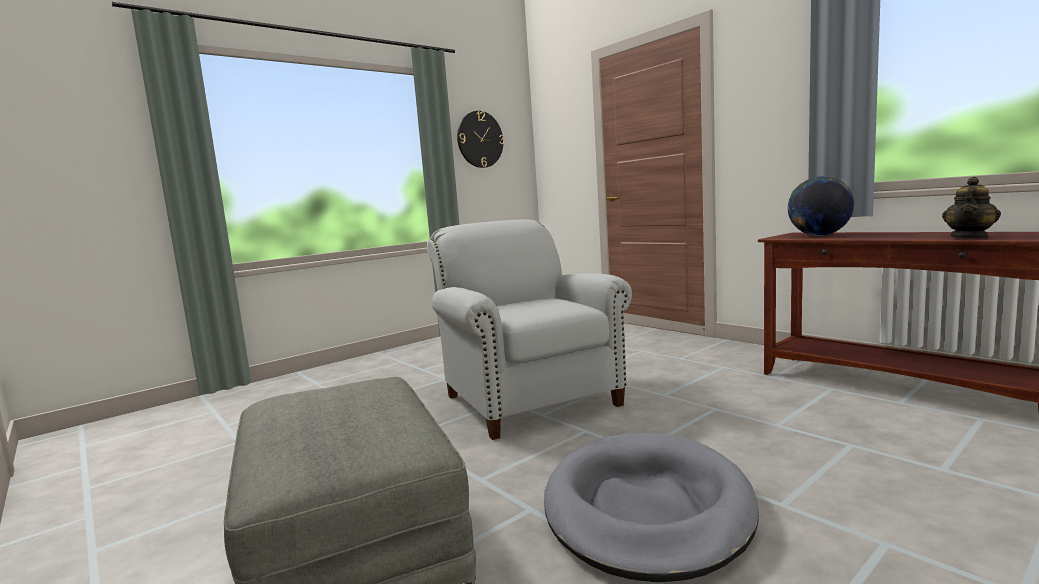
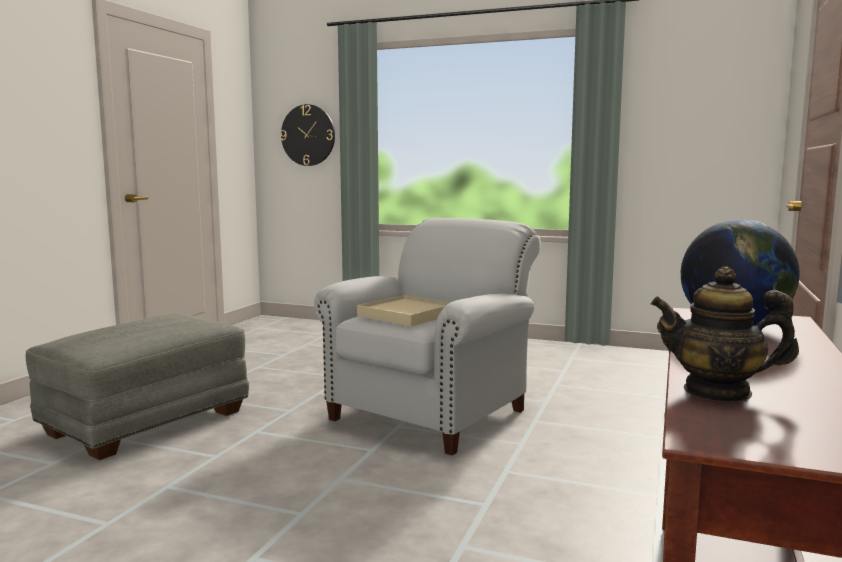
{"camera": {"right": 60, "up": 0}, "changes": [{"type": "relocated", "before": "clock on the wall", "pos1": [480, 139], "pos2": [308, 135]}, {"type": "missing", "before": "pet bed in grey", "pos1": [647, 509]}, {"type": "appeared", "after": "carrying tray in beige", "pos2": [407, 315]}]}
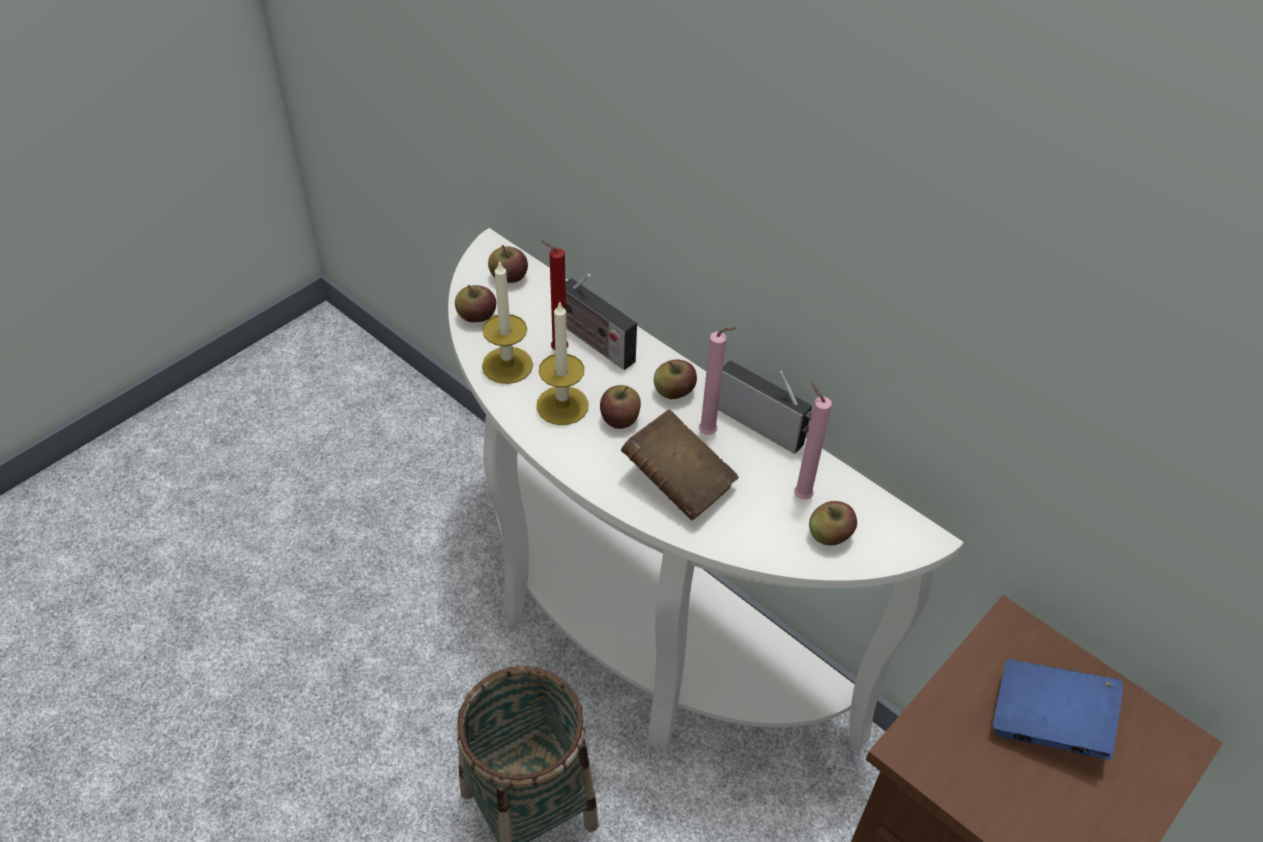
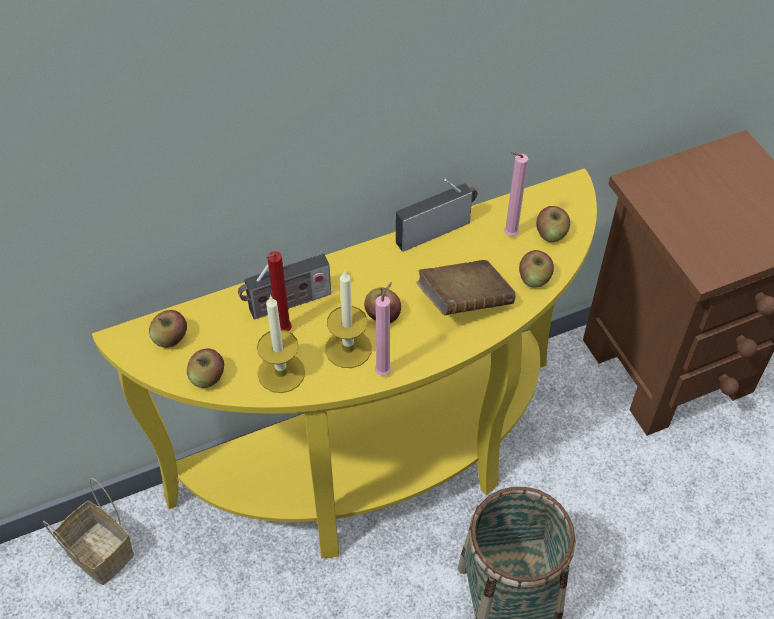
{"camera": {"right": -65, "up": 5}, "changes": [{"type": "colour", "before": "narrow table in white", "after": "narrow table in yellowish", "pos1": [631, 629], "pos2": [382, 468]}, {"type": "relocated", "before": "wax candle in pinkish", "pos1": [710, 434], "pos2": [385, 371]}, {"type": "relocated", "before": "apple fruit", "pos1": [674, 392], "pos2": [534, 278]}, {"type": "missing", "before": "bound book in bluish", "pos1": [1048, 722]}, {"type": "appeared", "after": "basket", "pos2": [97, 553]}]}
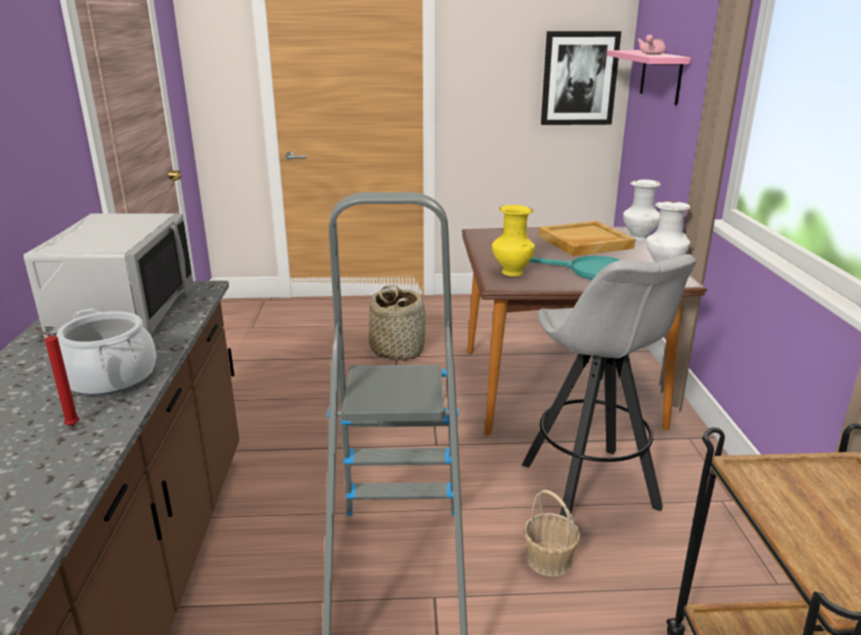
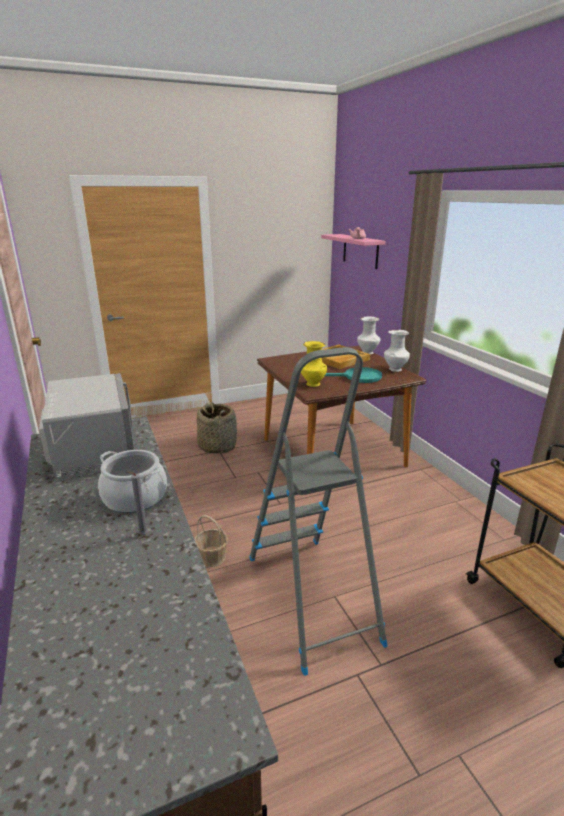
{"camera": {"right": -20, "up": 0}, "changes": [{"type": "missing", "before": "wall picture", "pos1": [579, 78]}, {"type": "missing", "before": "stool in grey", "pos1": [590, 488]}, {"type": "colour", "before": "wax candle in reddish", "after": "wax candle in grey", "pos1": [70, 426], "pos2": [142, 535]}, {"type": "relocated", "before": "basket", "pos1": [549, 560], "pos2": [212, 557]}]}
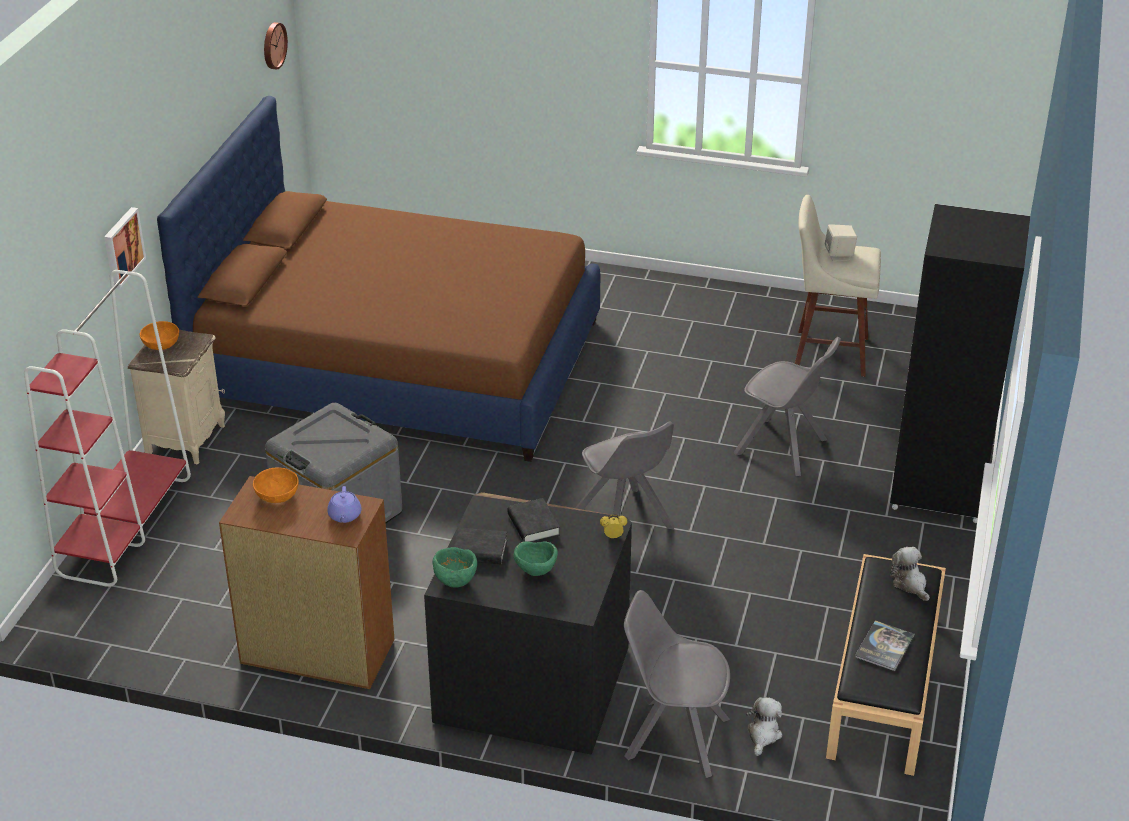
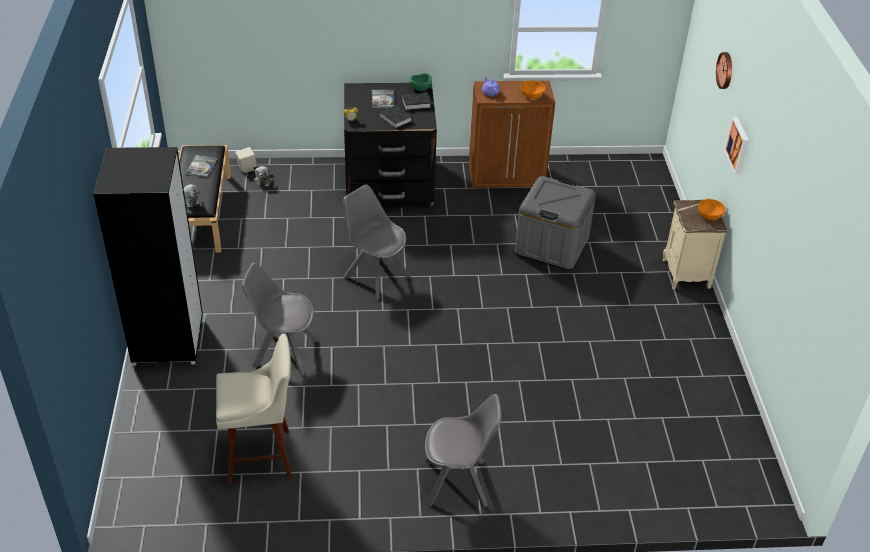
{"camera": {"right": 160, "up": 5}, "changes": [{"type": "relocated", "before": "clock on the wall", "pos1": [273, 45], "pos2": [726, 70]}, {"type": "missing", "before": "bed in brown", "pos1": [397, 361]}, {"type": "relocated", "before": "audio speaker in beige", "pos1": [839, 256], "pos2": [246, 168]}, {"type": "missing", "before": "garment stand in reddish", "pos1": [126, 528]}, {"type": "exchanged", "before": "serving bowl in greenish", "after": "bound book", "pos1": [535, 571], "pos2": [383, 99]}, {"type": "relocated", "before": "chair in grey", "pos1": [674, 737], "pos2": [458, 483]}]}
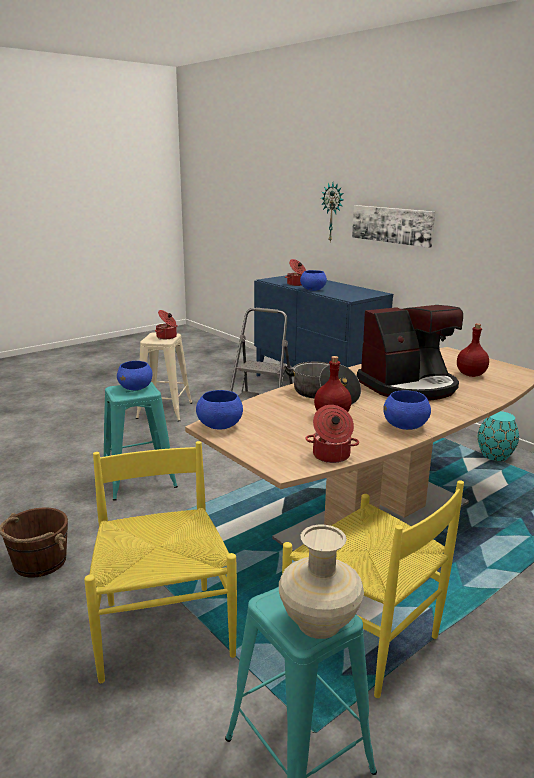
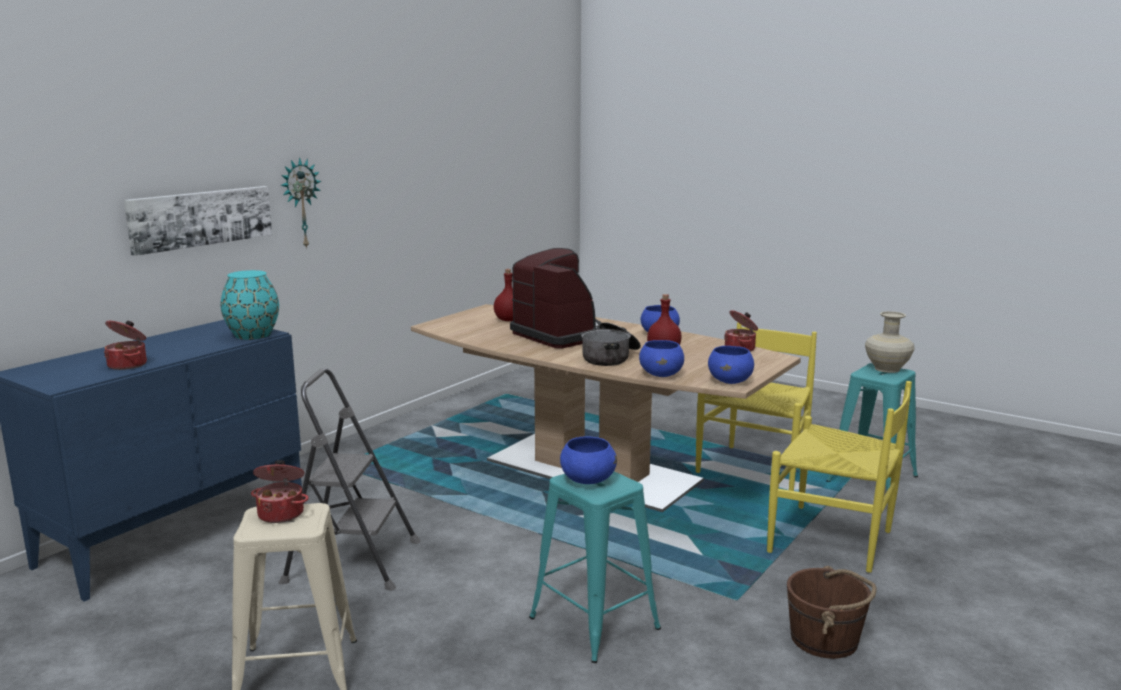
{"camera": {"right": -105, "up": -5}, "changes": [{"type": "relocated", "before": "clock on the wall", "pos1": [333, 212], "pos2": [300, 203]}, {"type": "relocated", "before": "serving bowl in bluish", "pos1": [313, 290], "pos2": [661, 375]}, {"type": "relocated", "before": "vase in blue-green", "pos1": [494, 455], "pos2": [252, 335]}, {"type": "spun", "before": "chair in yellowish", "pos1": [163, 629], "pos2": [832, 540], "turn": -120}]}
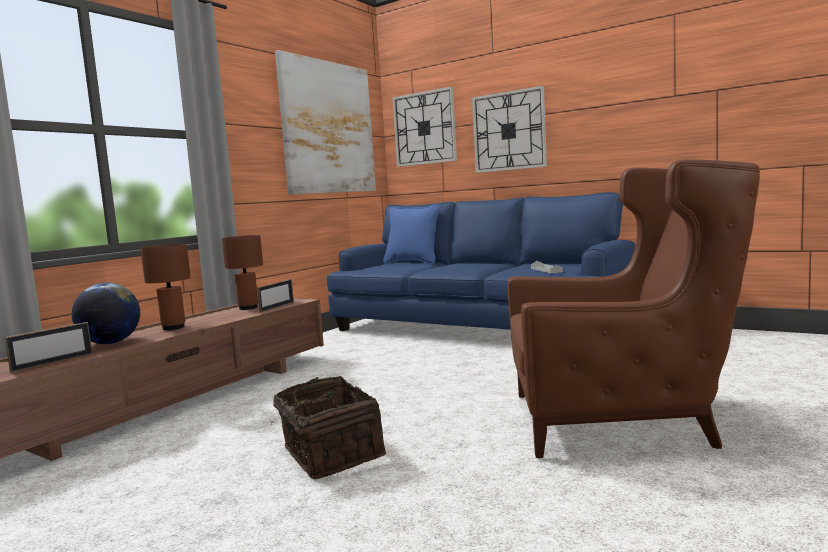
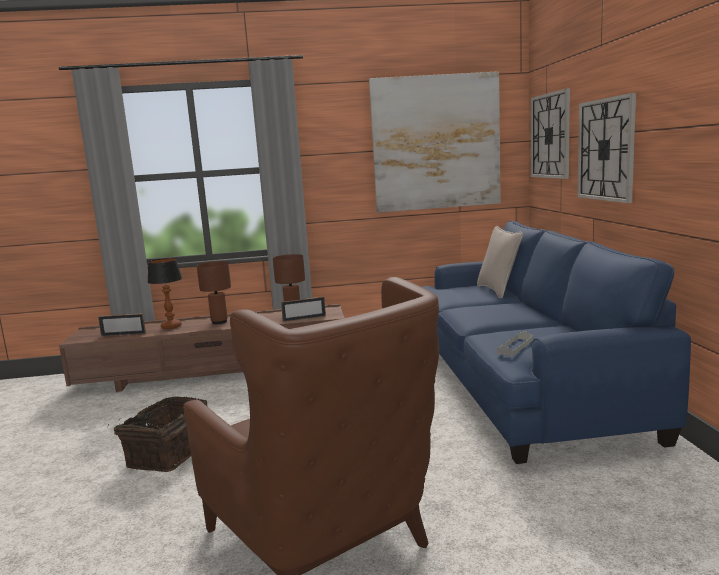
{"camera": {"right": 50, "up": 5}, "changes": [{"type": "colour", "before": "pillow in bluish", "after": "pillow in beige", "pos1": [413, 263], "pos2": [498, 291]}, {"type": "exchanged", "before": "world globe", "after": "table lamp", "pos1": [110, 343], "pos2": [171, 326]}]}
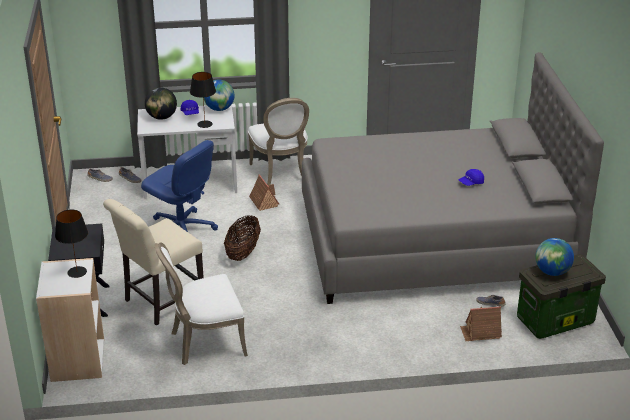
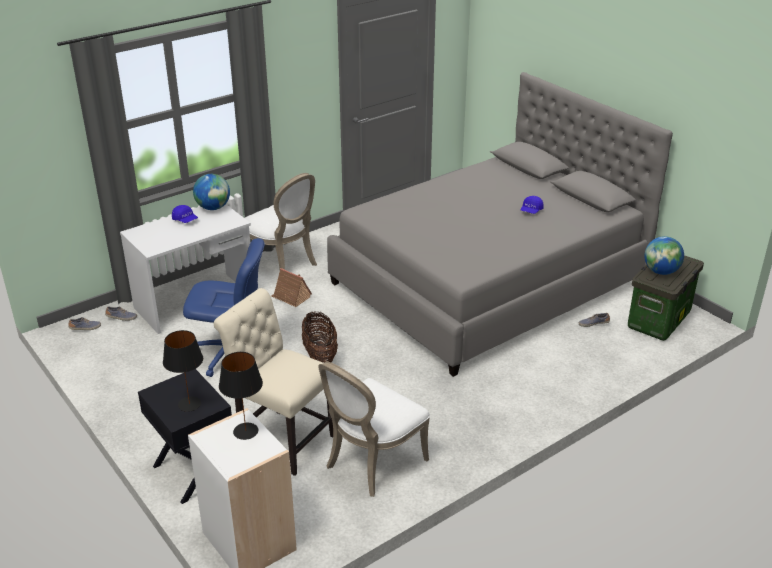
{"camera": {"right": -30, "up": 0}, "changes": [{"type": "relocated", "before": "table lamp in black", "pos1": [205, 124], "pos2": [189, 404]}, {"type": "missing", "before": "world globe", "pos1": [162, 117]}, {"type": "spun", "before": "chair in beige", "pos1": [160, 302], "pos2": [282, 439], "turn": 105}, {"type": "missing", "before": "toy house", "pos1": [480, 332]}]}
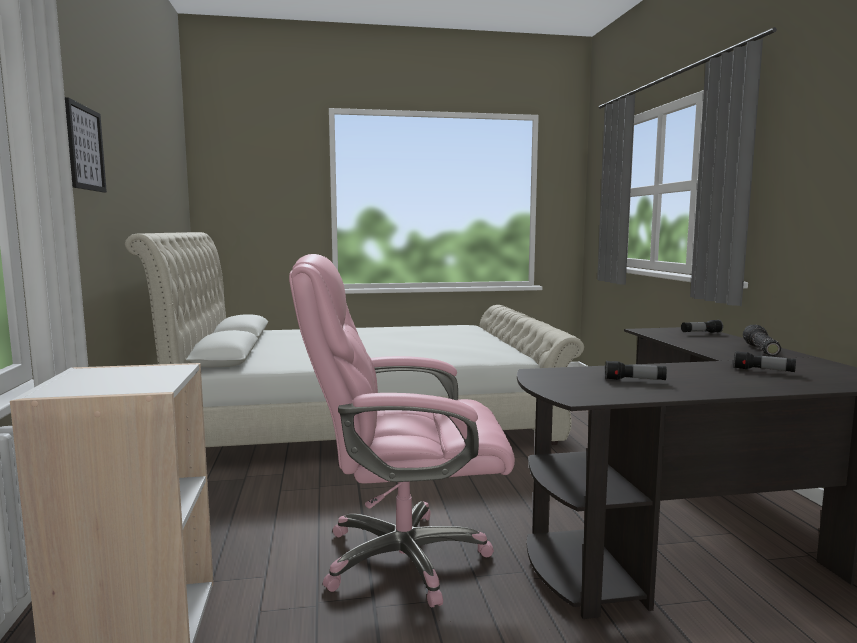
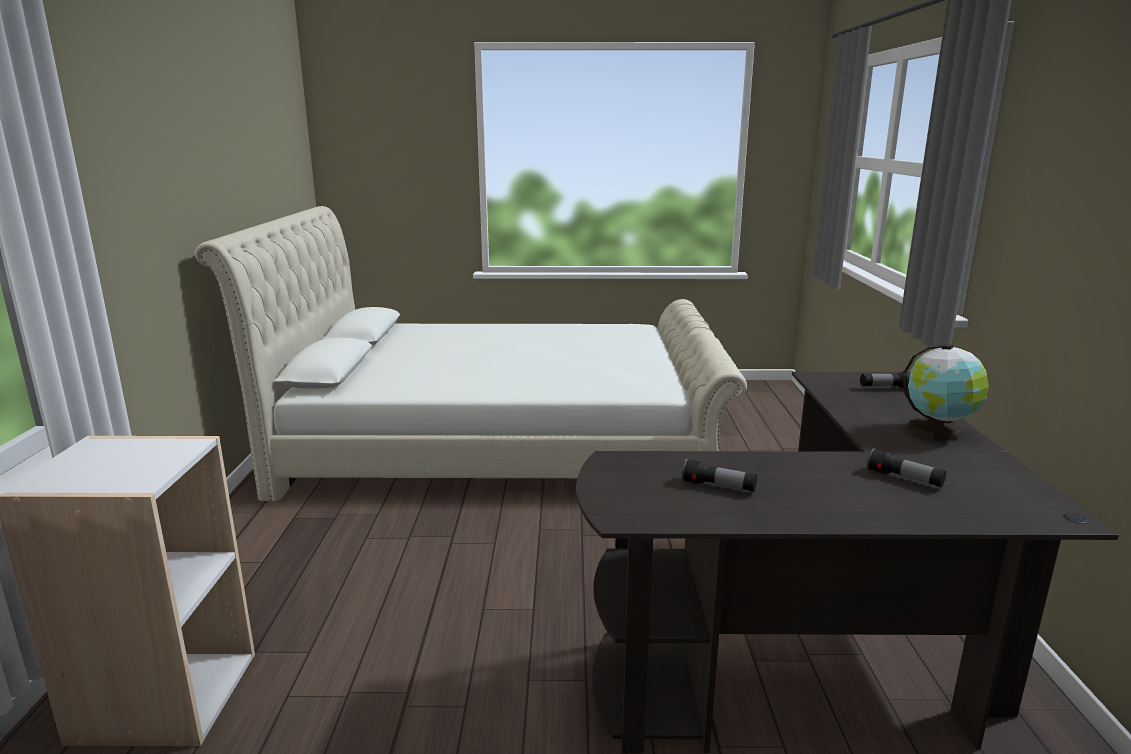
{"camera": {"right": 10, "up": 10}, "changes": [{"type": "missing", "before": "wall picture", "pos1": [85, 148]}, {"type": "missing", "before": "desk chair in pinkish", "pos1": [408, 557]}, {"type": "exchanged", "before": "torch", "after": "world globe", "pos1": [760, 350], "pos2": [938, 431]}]}
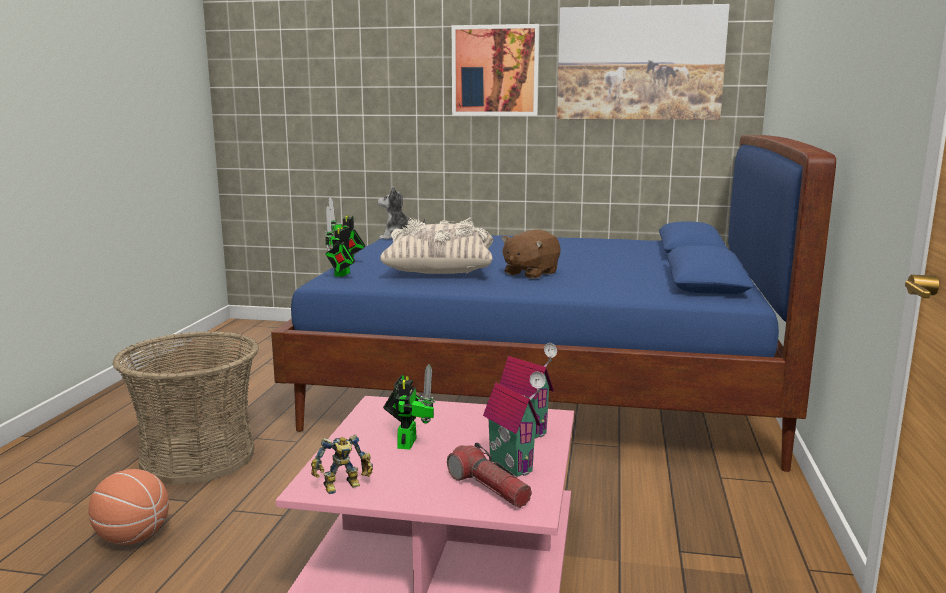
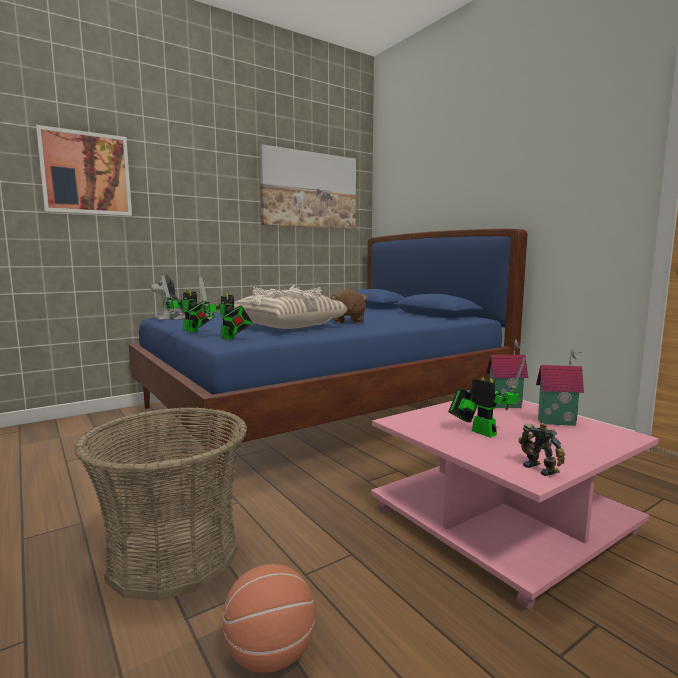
{"camera": {"right": -45, "up": -5}, "changes": [{"type": "relocated", "before": "wall picture", "pos1": [495, 71], "pos2": [86, 173]}, {"type": "spun", "before": "model robot", "pos1": [344, 487], "pos2": [541, 468], "turn": -45}, {"type": "missing", "before": "torch", "pos1": [489, 488]}]}
